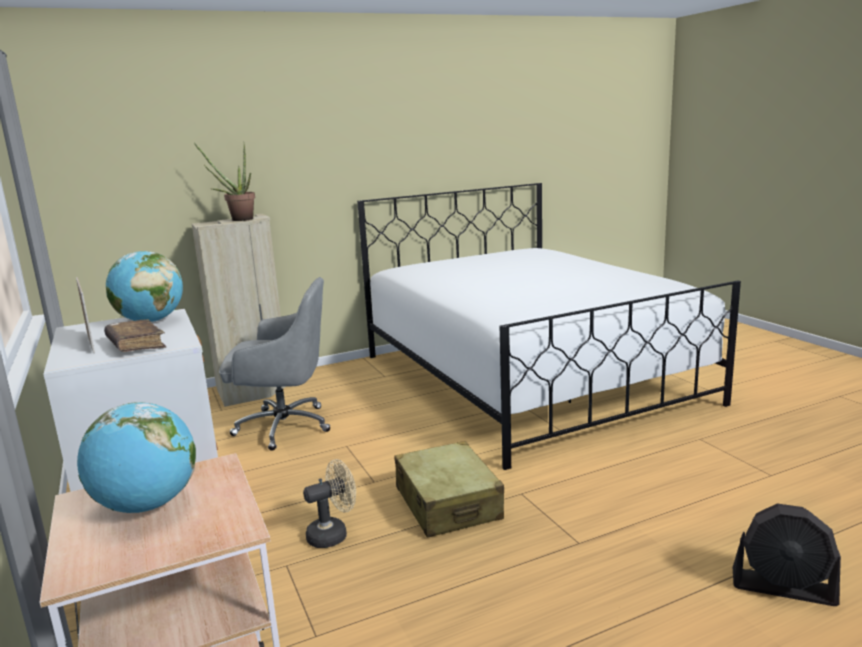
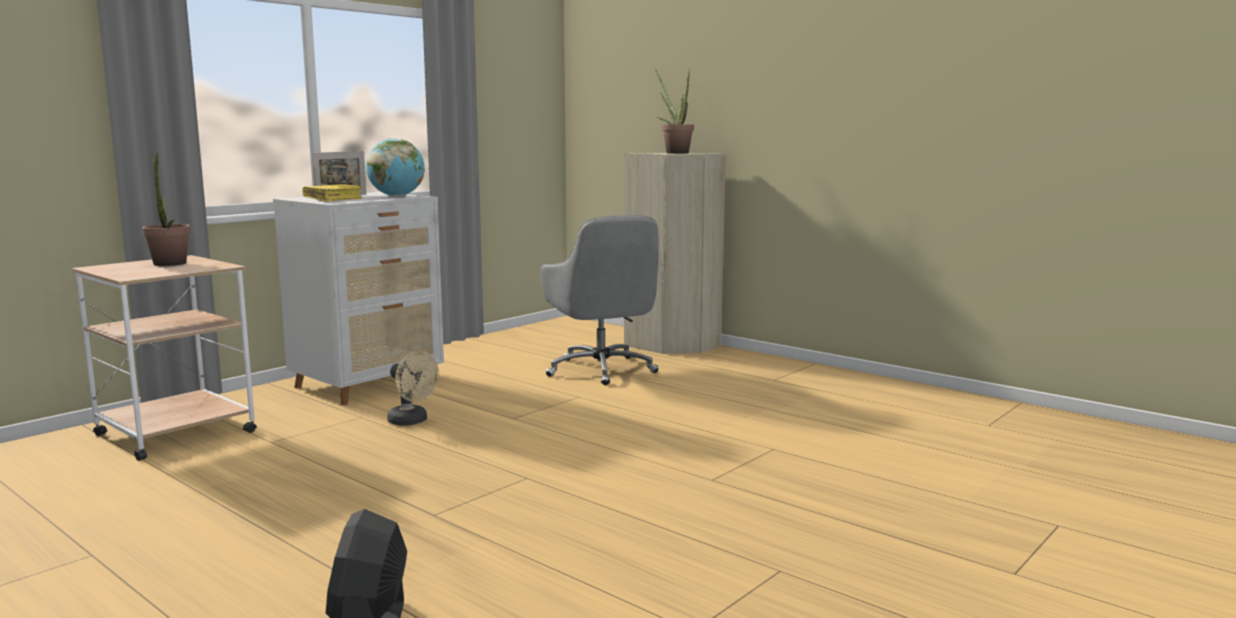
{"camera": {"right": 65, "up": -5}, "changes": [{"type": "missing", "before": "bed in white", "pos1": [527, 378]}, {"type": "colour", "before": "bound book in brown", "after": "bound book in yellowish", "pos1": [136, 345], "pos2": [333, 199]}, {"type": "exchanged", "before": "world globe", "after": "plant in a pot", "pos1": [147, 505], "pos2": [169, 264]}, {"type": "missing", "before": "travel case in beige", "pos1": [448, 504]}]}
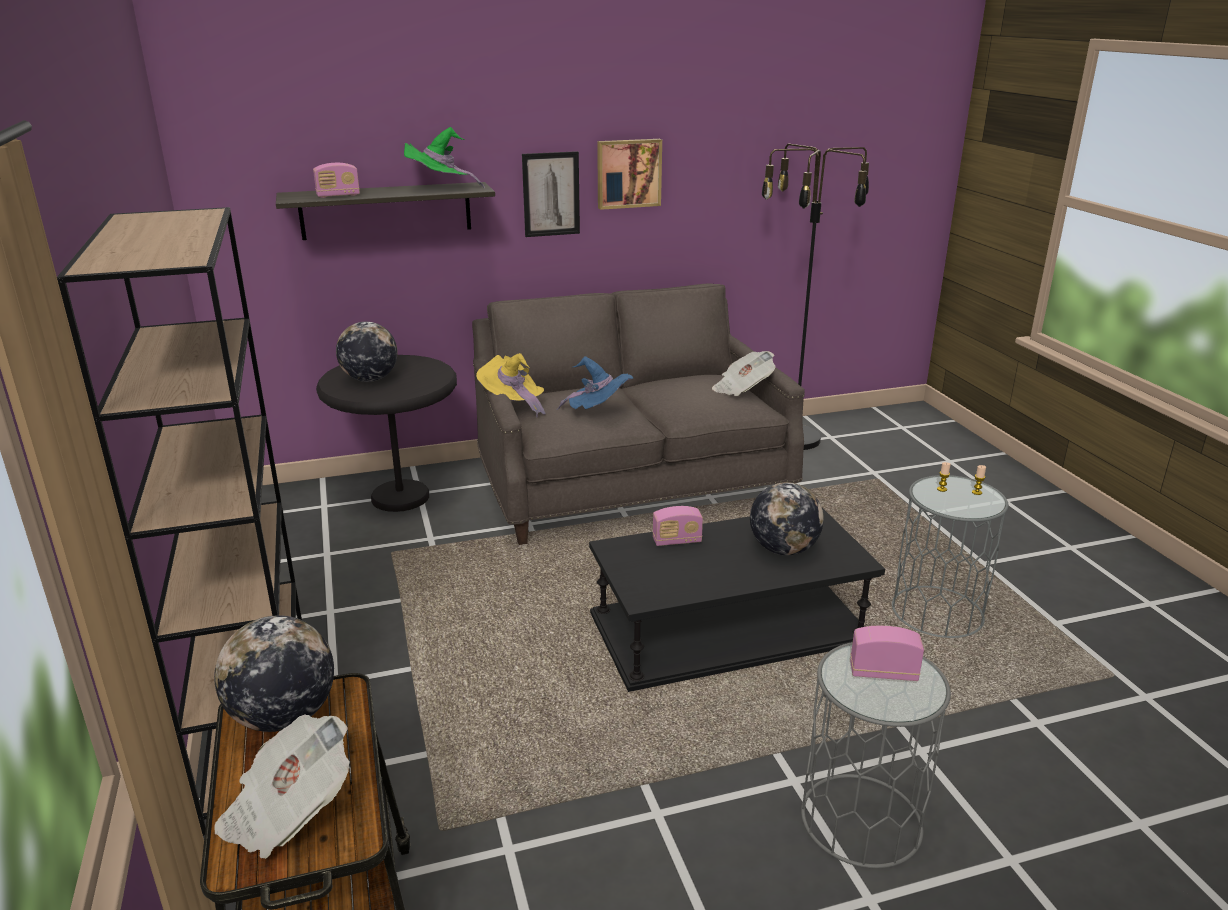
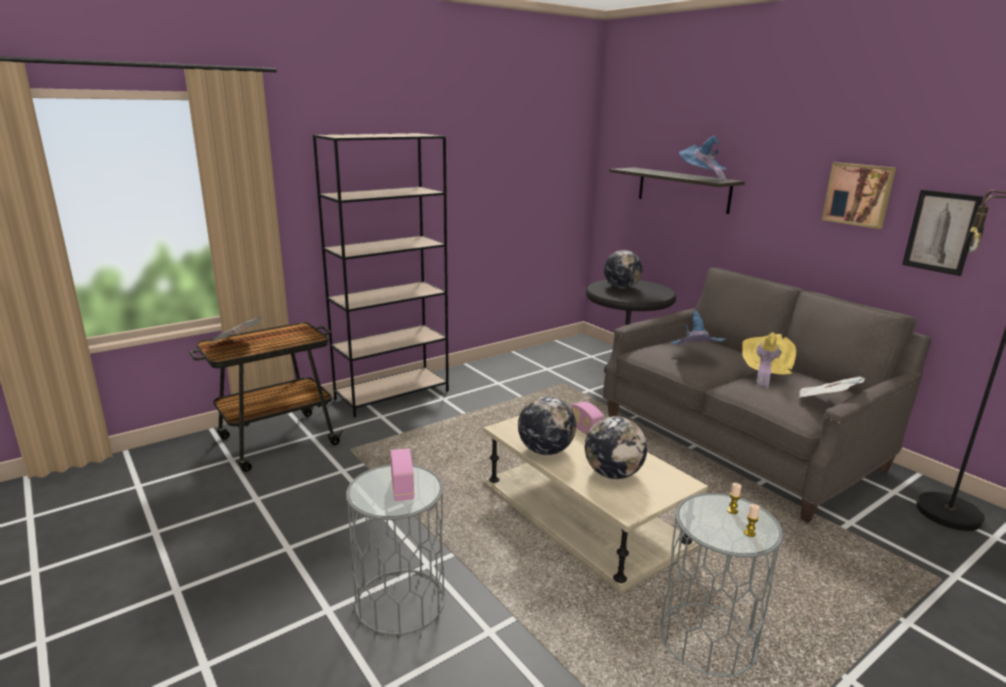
{"camera": {"right": 70, "up": -5}, "changes": [{"type": "colour", "before": "clothing hat in greenish", "after": "clothing hat in bluish", "pos1": [441, 189], "pos2": [701, 178]}, {"type": "relocated", "before": "wall picture", "pos1": [551, 194], "pos2": [941, 232]}, {"type": "missing", "before": "radio", "pos1": [338, 196]}, {"type": "relocated", "before": "clothing hat in yellowish", "pos1": [513, 404], "pos2": [764, 375]}, {"type": "colour", "before": "coffee table in black", "after": "coffee table in beige", "pos1": [729, 627], "pos2": [583, 514]}, {"type": "relocated", "before": "world globe", "pos1": [283, 717], "pos2": [545, 451]}]}
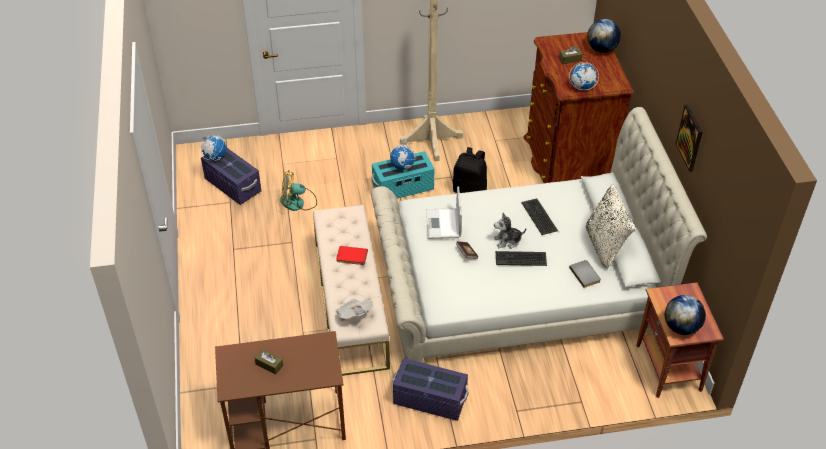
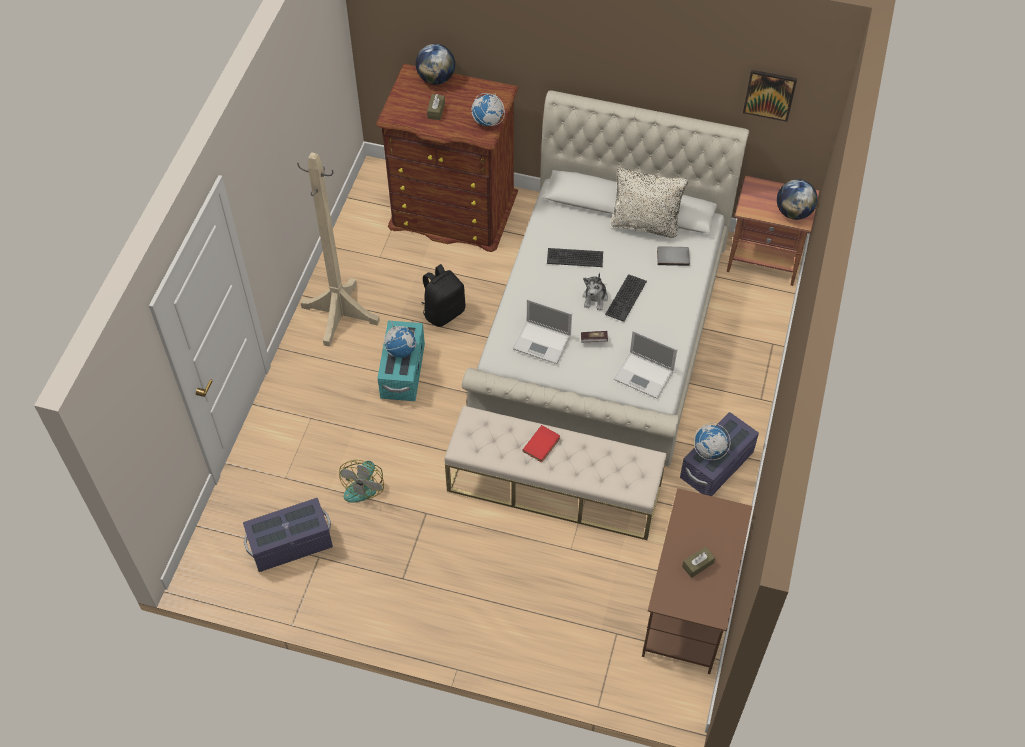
{"camera": {"right": -65, "up": 10}, "changes": [{"type": "relocated", "before": "wall picture", "pos1": [690, 138], "pos2": [769, 94]}, {"type": "relocated", "before": "world globe", "pos1": [215, 157], "pos2": [709, 450]}, {"type": "missing", "before": "newspaper", "pos1": [354, 314]}, {"type": "appeared", "after": "laptop", "pos2": [645, 375]}]}
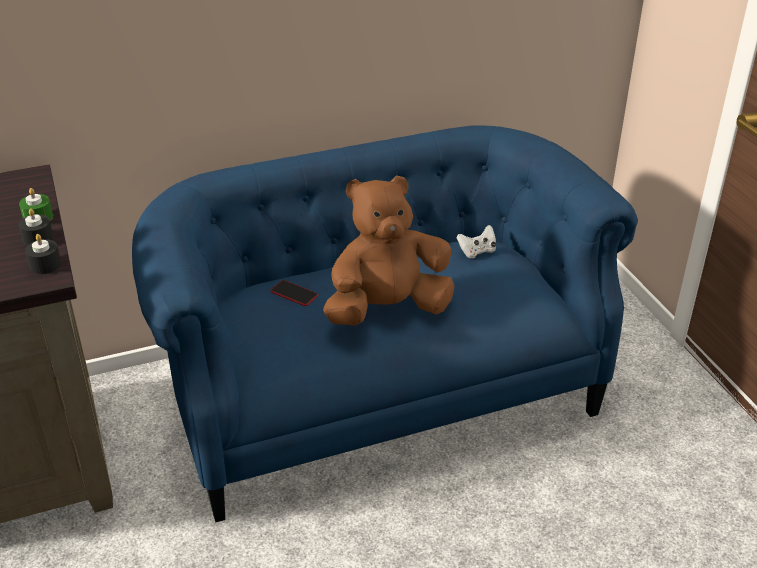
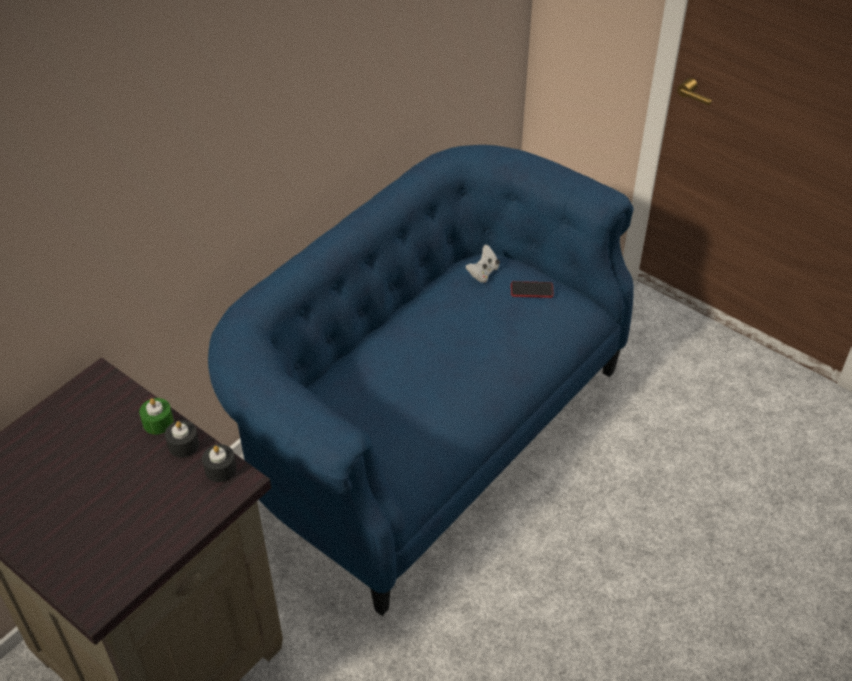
{"camera": {"right": -30, "up": 10}, "changes": [{"type": "missing", "before": "soft toy in brown", "pos1": [387, 309]}, {"type": "relocated", "before": "telephone", "pos1": [294, 294], "pos2": [531, 290]}]}
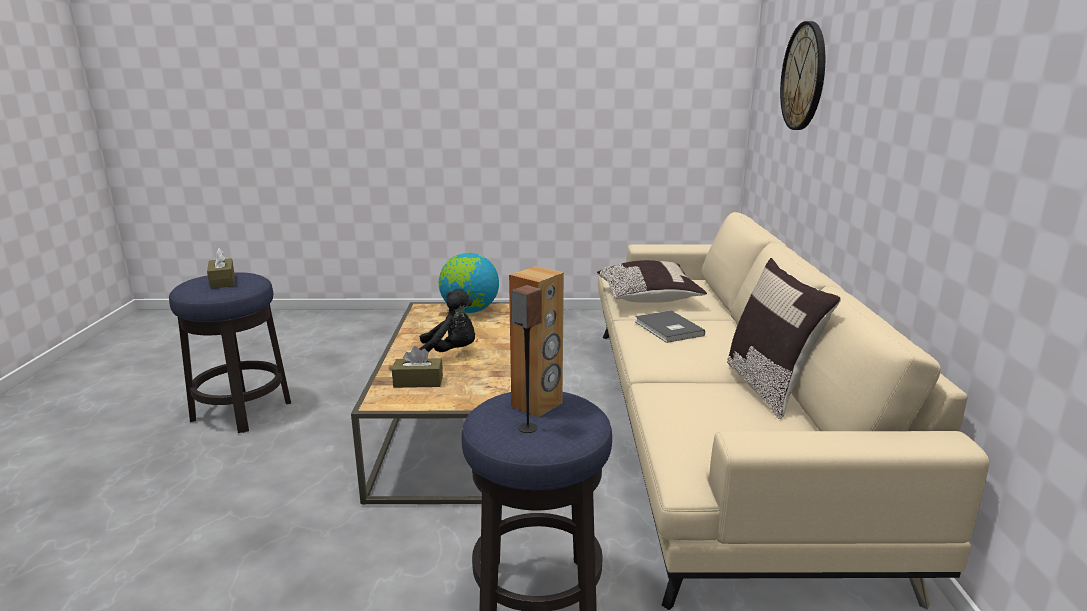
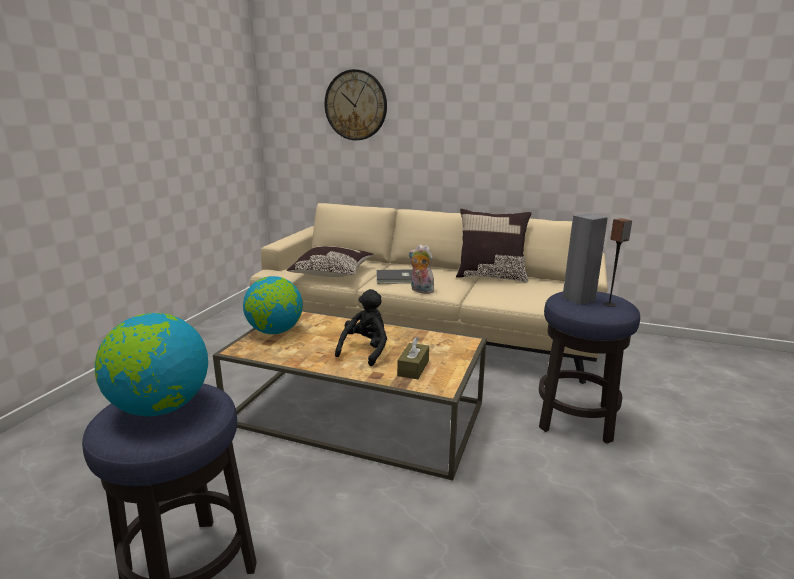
{"camera": {"right": -70, "up": 0}, "changes": [{"type": "exchanged", "before": "tissue holder in brown", "after": "world globe", "pos1": [222, 281], "pos2": [160, 407]}, {"type": "colour", "before": "audio speaker in brown", "after": "audio speaker in grey", "pos1": [537, 404], "pos2": [579, 299]}, {"type": "appeared", "after": "soft toy", "pos2": [420, 291]}]}
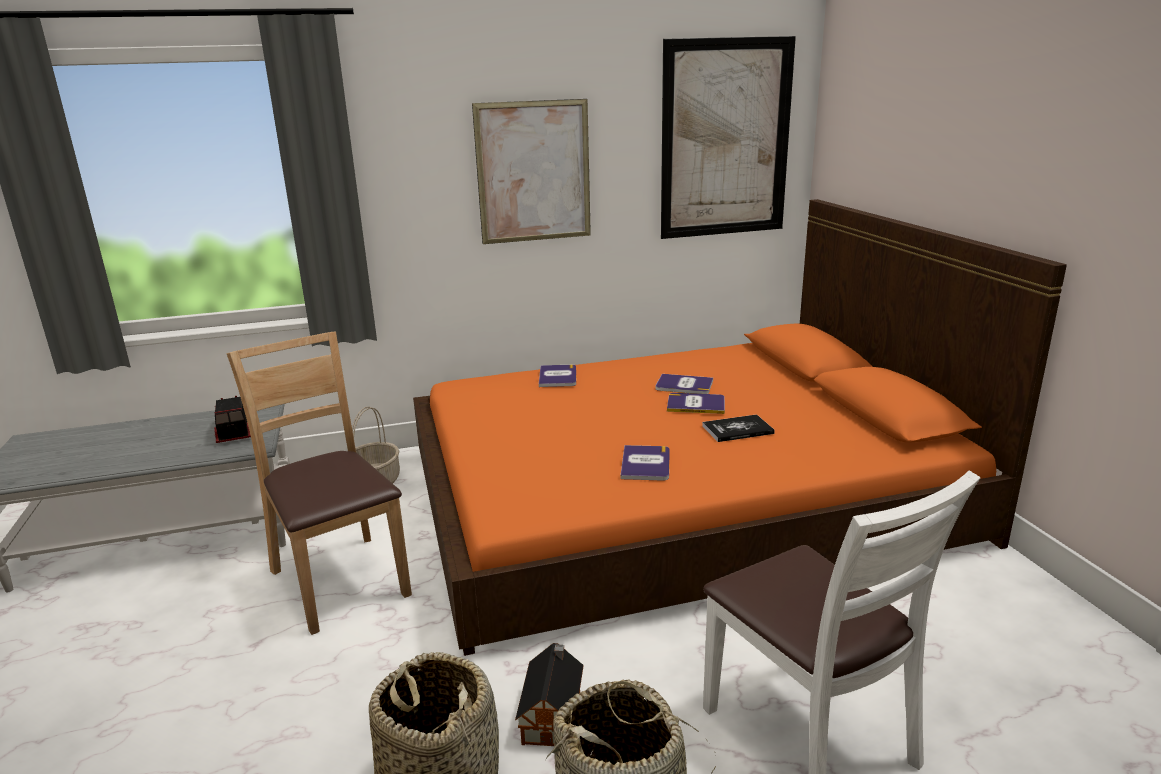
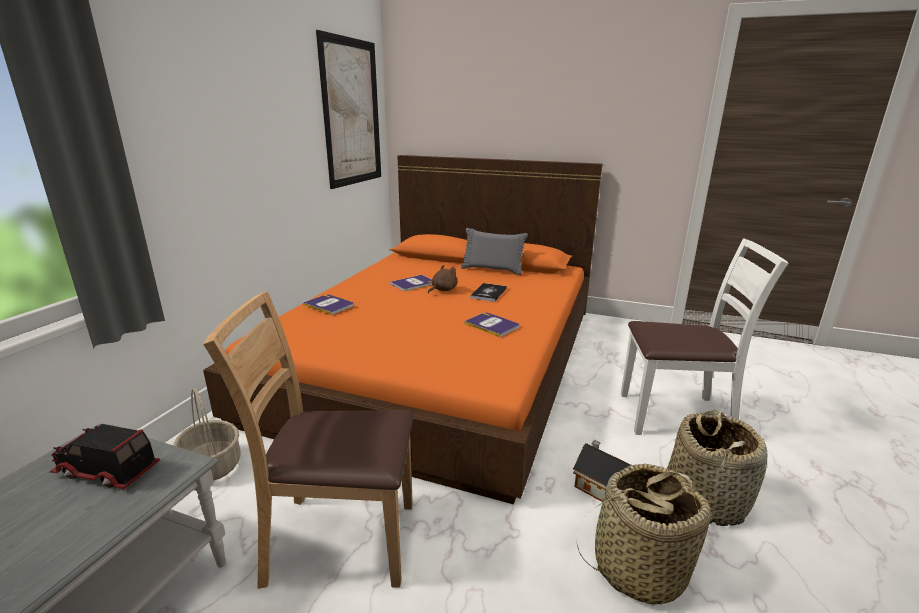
{"camera": {"right": -55, "up": 0}, "changes": [{"type": "missing", "before": "wall picture", "pos1": [533, 172]}, {"type": "exchanged", "before": "bound book", "after": "soft toy in brown", "pos1": [696, 404], "pos2": [442, 290]}, {"type": "appeared", "after": "pillow in grey", "pos2": [492, 270]}]}
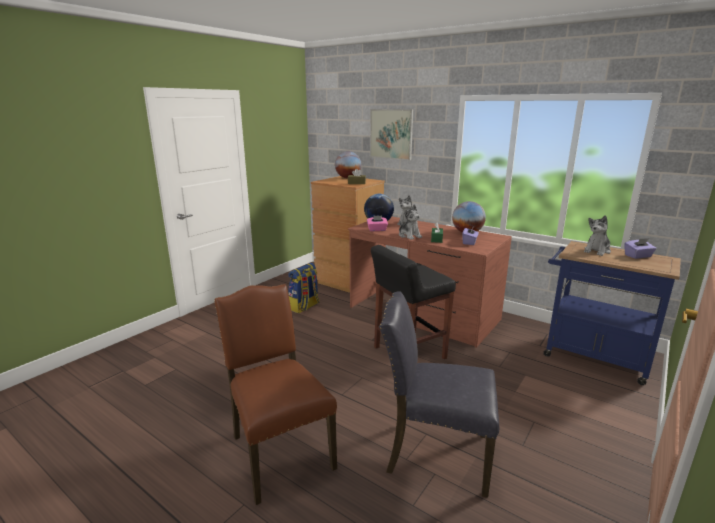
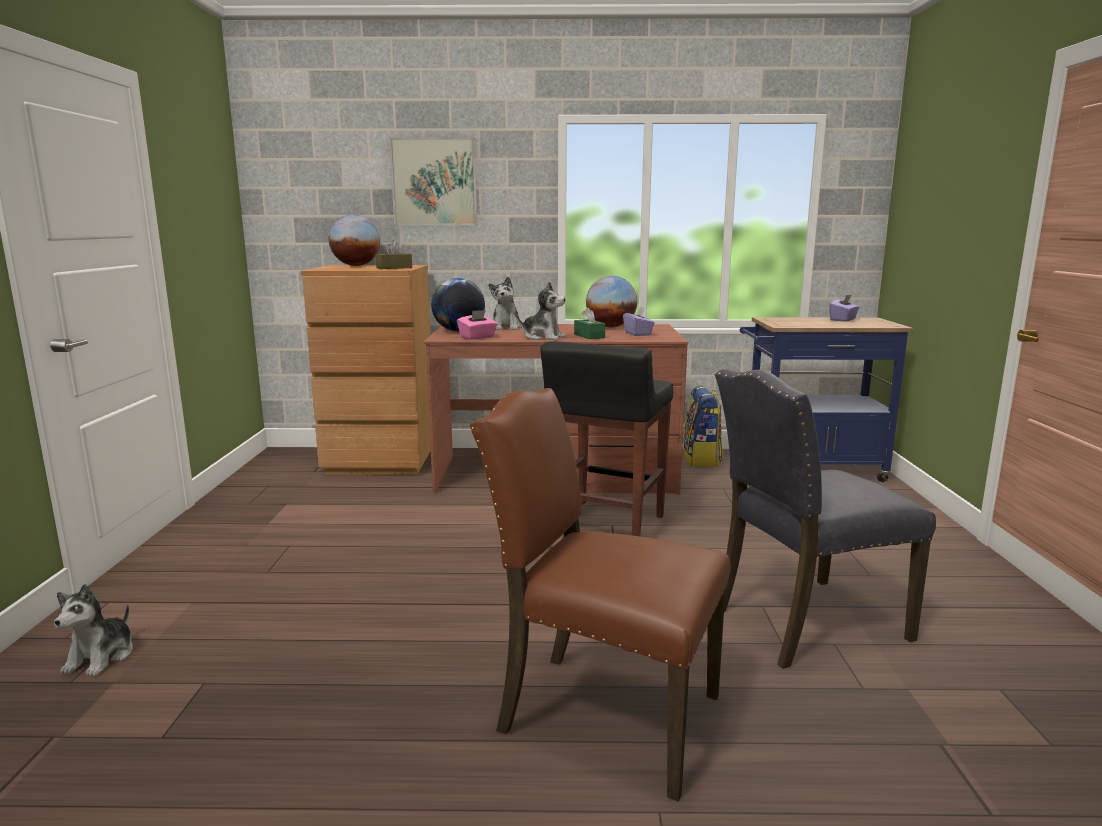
{"camera": {"right": -35, "up": -5}, "changes": [{"type": "relocated", "before": "soft toy", "pos1": [597, 251], "pos2": [101, 657]}, {"type": "relocated", "before": "backpack", "pos1": [304, 307], "pos2": [701, 459]}]}
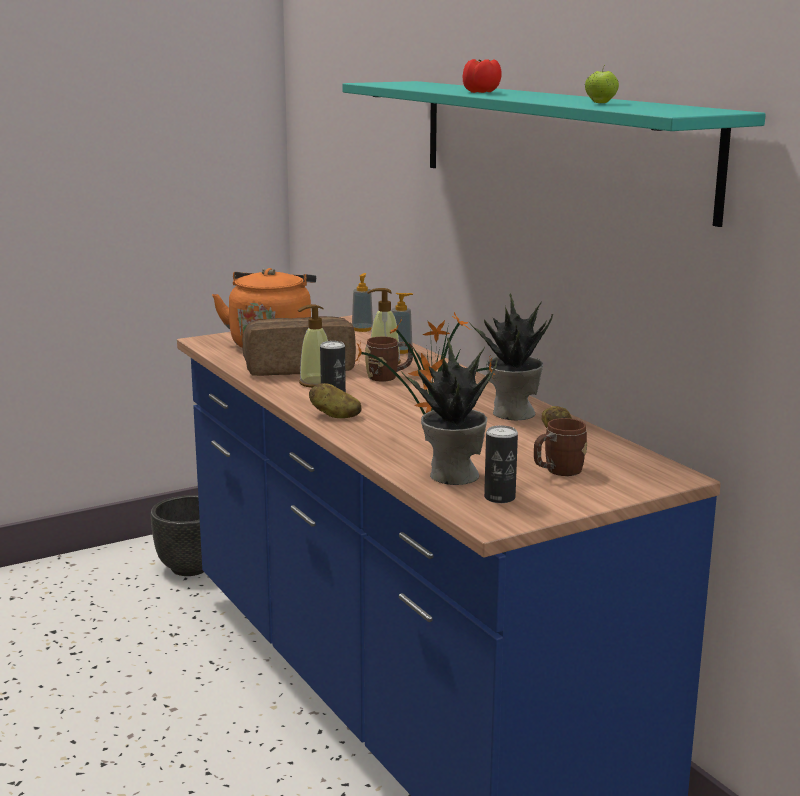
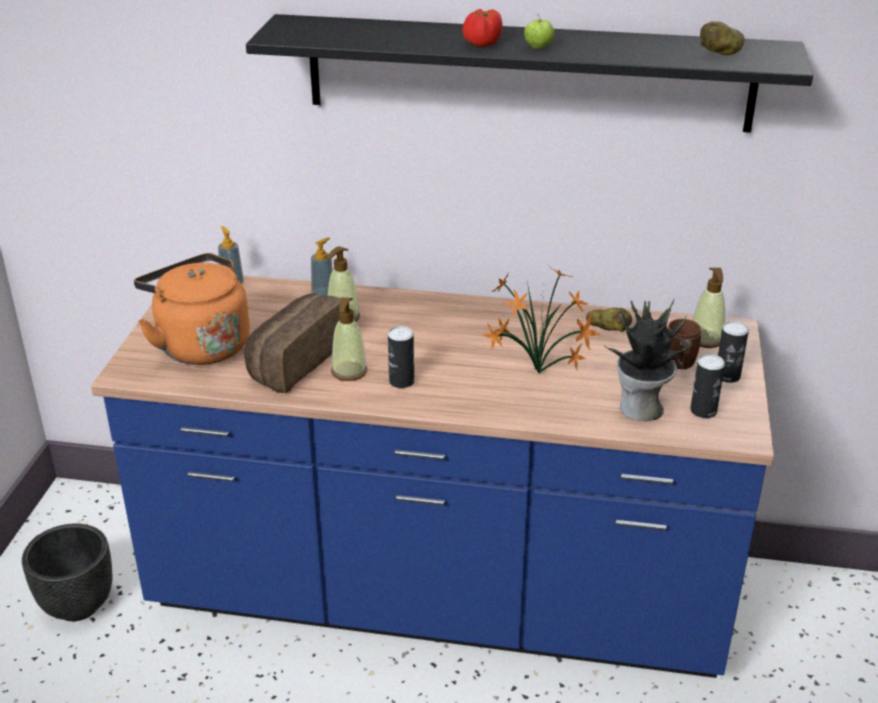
{"camera": {"right": -50, "up": 15}, "changes": [{"type": "relocated", "before": "apple fruit", "pos1": [600, 103], "pos2": [538, 48]}, {"type": "colour", "before": "bracket shelf in blue-green", "after": "bracket shelf in black", "pos1": [555, 143], "pos2": [528, 73]}, {"type": "missing", "before": "plant in a pot", "pos1": [512, 413]}, {"type": "missing", "before": "coffee mug in brown", "pos1": [389, 377]}, {"type": "relocated", "before": "whole potato", "pos1": [334, 415], "pos2": [721, 54]}, {"type": "appeared", "after": "soap dispenser", "pos2": [706, 340]}, {"type": "appeared", "after": "metal can", "pos2": [727, 376]}]}
